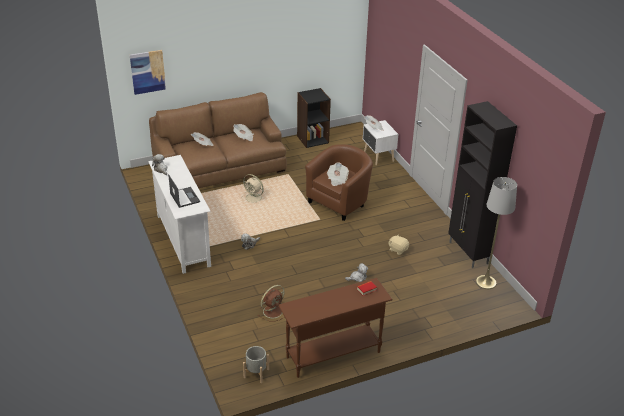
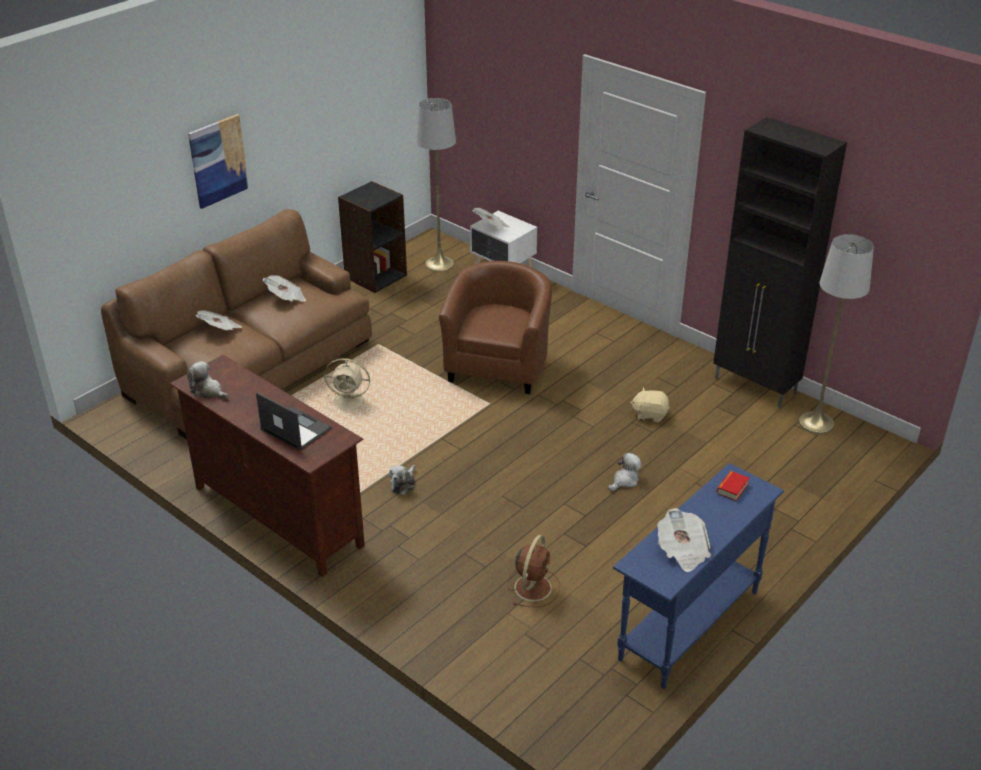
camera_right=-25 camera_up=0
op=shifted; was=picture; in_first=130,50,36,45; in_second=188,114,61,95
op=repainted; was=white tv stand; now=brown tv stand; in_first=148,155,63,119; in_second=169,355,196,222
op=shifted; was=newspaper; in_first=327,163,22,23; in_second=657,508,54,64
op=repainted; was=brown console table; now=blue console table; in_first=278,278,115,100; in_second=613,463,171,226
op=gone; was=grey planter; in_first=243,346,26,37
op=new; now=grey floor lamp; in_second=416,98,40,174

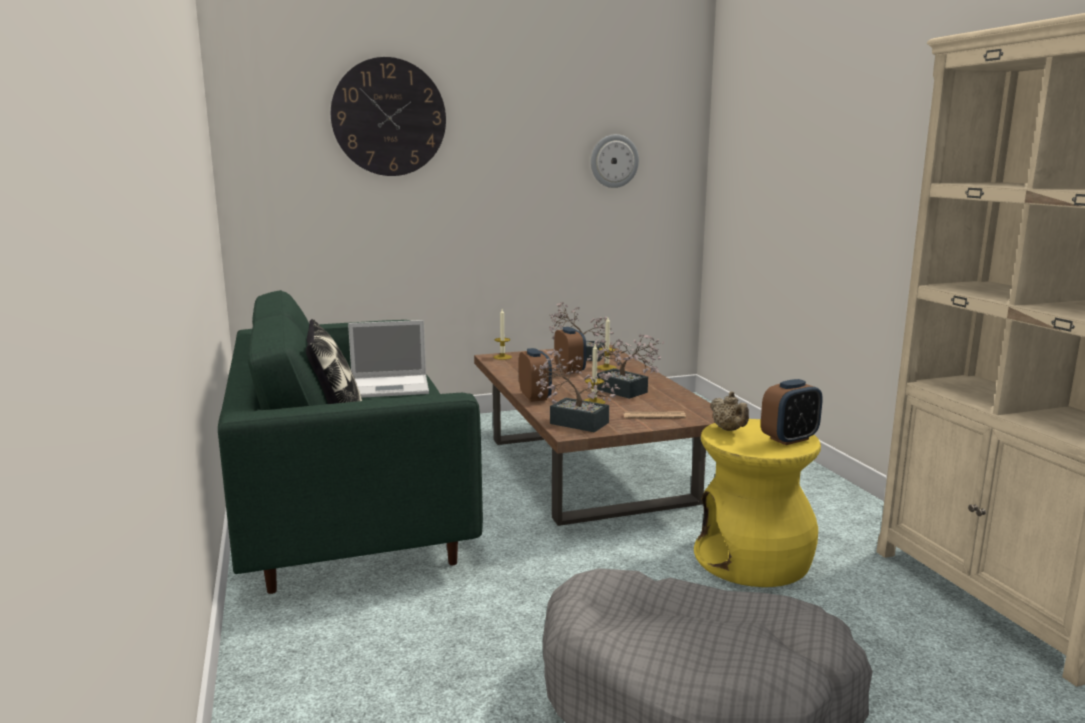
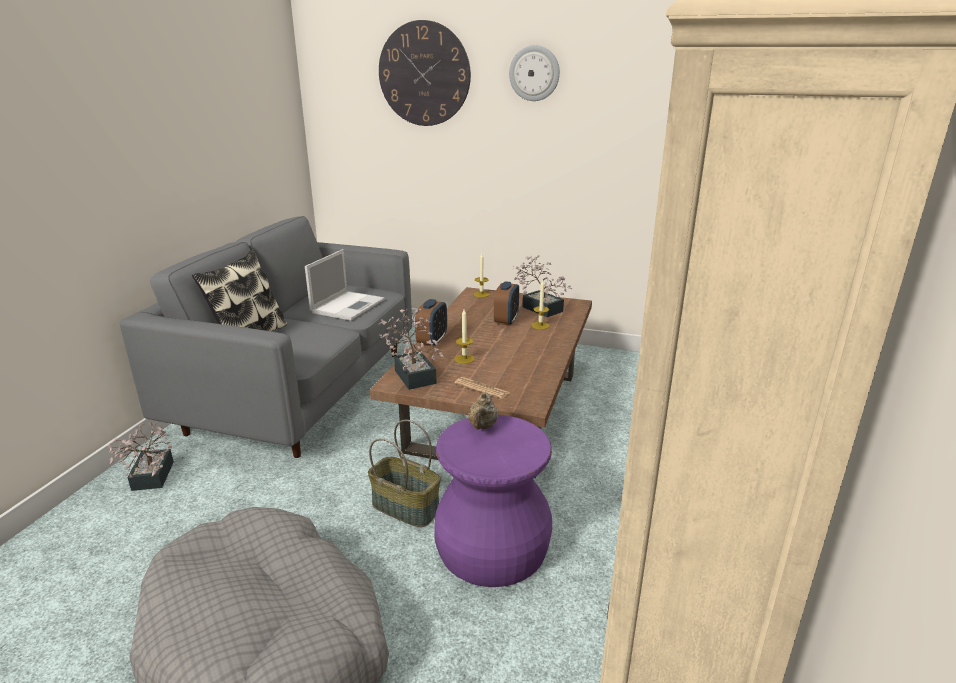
camera_right=35 camera_up=10
op=shifted; was=wall clock; in_first=591,134,48,54; in_second=509,45,51,56
op=repainted; was=green sofa; now=grey sofa; in_first=218,290,265,304; in_second=119,216,293,242
op=rotated; was=laptop; in_first=348,320,81,78; in_second=305,249,80,72; clockwise=-90
op=shifted; was=potted plant; in_first=587,334,77,65; in_second=107,421,67,70
op=gone; was=alarm clock; in_first=761,379,62,66
op=repainted; was=yellow stool; now=purple stool; in_first=694,419,127,168; in_second=434,415,118,172
op=new; now=basket; in_second=368,420,73,107

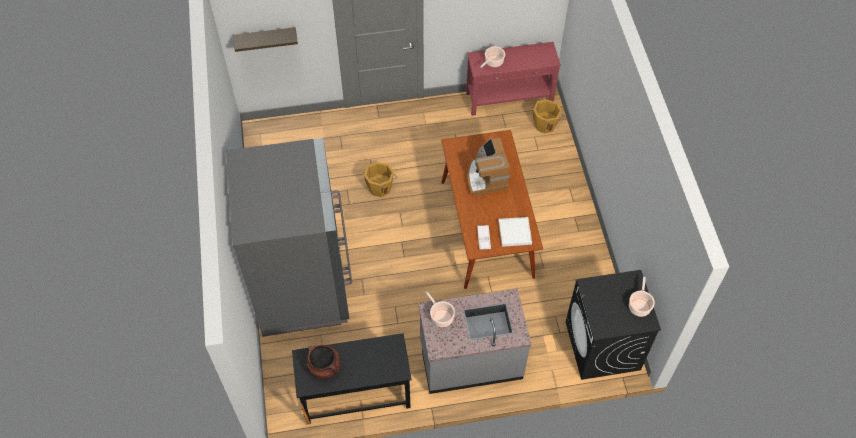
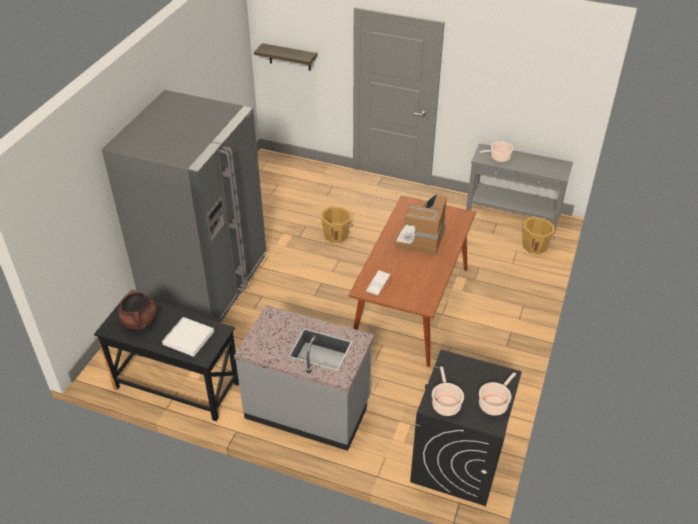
camera_right=30 camera_up=-15
op=repainted; was=red console table; now=grey console table; in_first=466,42,95,74; in_second=466,143,107,91
op=shifted; was=white tray; in_first=498,217,34,30; in_second=162,317,52,40
op=shifted; was=cooking pot; in_first=425,291,30,36; in_second=432,366,32,50

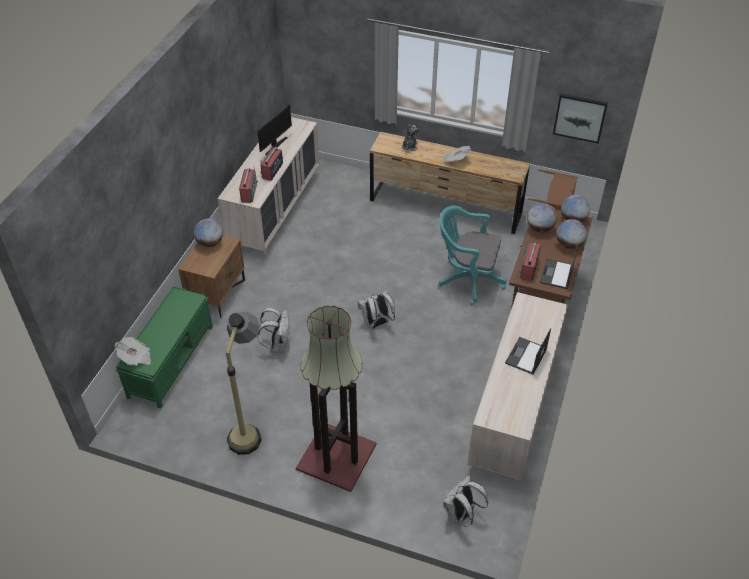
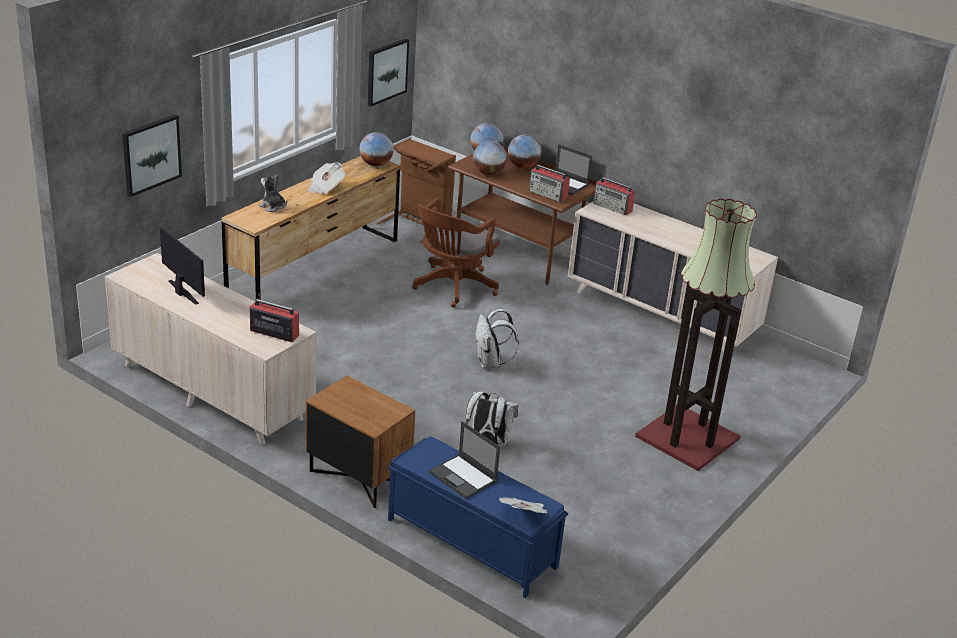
camera_right=-75 camera_up=-15
op=shifted; was=radio; in_first=260,147,23,34; in_second=593,177,42,38
op=repainted; was=turquoise office chair; now=brown office chair; in_first=438,206,68,99; in_second=412,198,87,110
op=shifted; was=globe; in_first=194,219,29,28; in_second=359,132,34,34
op=repainted; was=green bench; now=blue bench; in_first=116,286,97,123; in_second=388,436,180,162
op=gone; was=floor lamp; in_first=226,312,35,143
op=shifted; was=laptop; in_first=505,328,46,47; in_second=429,421,71,78
op=gone; was=white backpack; in_first=443,476,45,51
op=new; now=picture; in_second=122,115,60,82

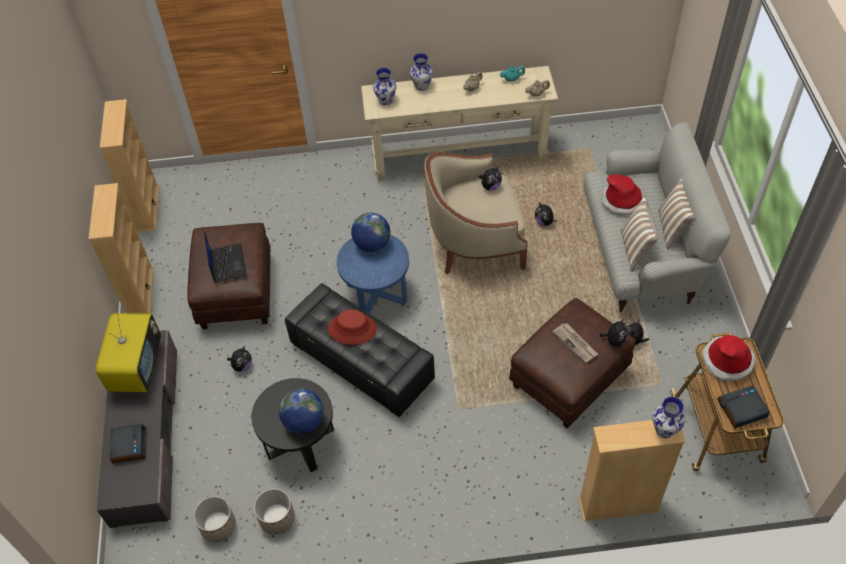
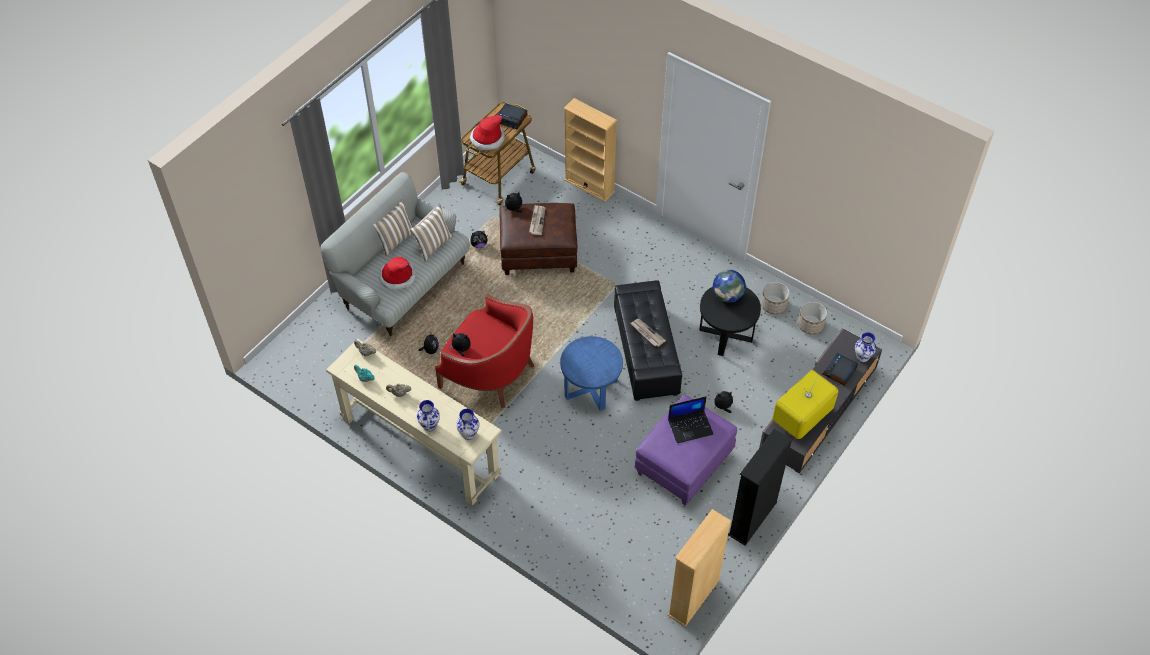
camera_right=-140 camera_up=0
op=repainted; was=beige armchair; now=red armchair; in_first=425,152,103,122; in_second=435,295,99,113
op=repainted; was=beige bookcase; now=black bookcase; in_first=89,183,64,131; in_second=728,429,64,117
op=gone; was=globe; in_first=351,213,39,39
op=repainted; was=brown ottoman; now=purple ottoman; in_first=187,223,84,107; in_second=634,395,103,111
op=rotated; was=laptop; in_first=204,231,43,52; in_second=668,396,46,47; clockwise=-135
op=swapped; was=red hat; now=newspaper; in_first=328,310,49,35; in_second=631,319,35,28
op=shifted; was=vase; in_first=652,397,33,41; in_second=855,332,21,30

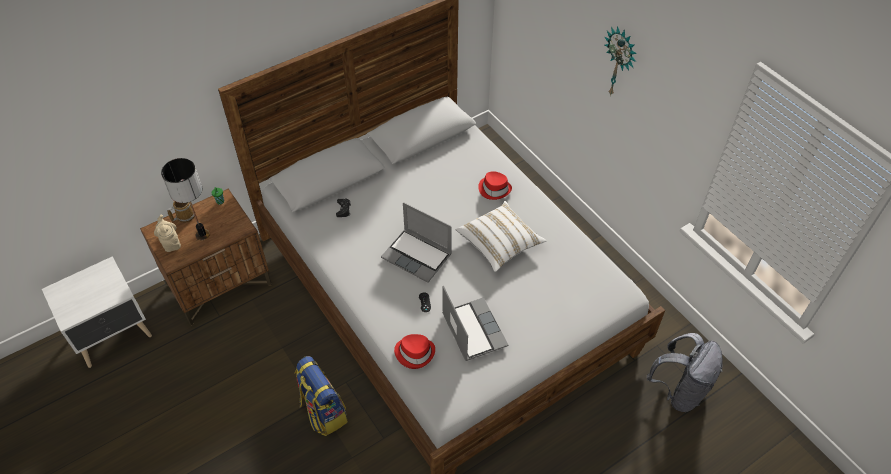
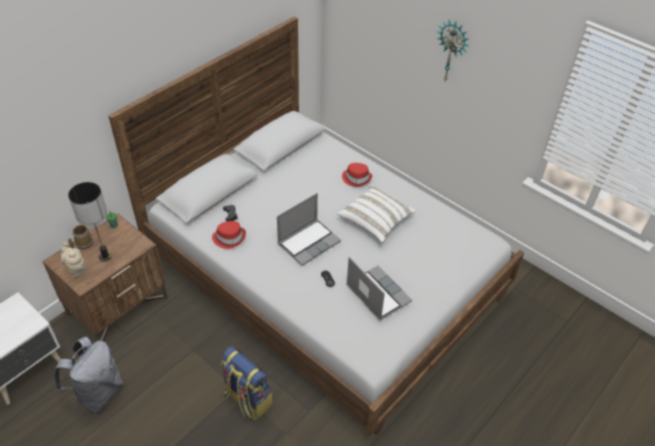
camera_right=-15 camera_up=-5
op=rotated; was=laptop; in_first=381,202,71,81; in_second=277,193,64,73; clockwise=-60
op=shifted; was=grey backpack; in_first=647,333,76,79; in_second=54,337,69,76
op=shifted; was=red hat; in_first=394,334,41,35; in_second=212,221,34,28

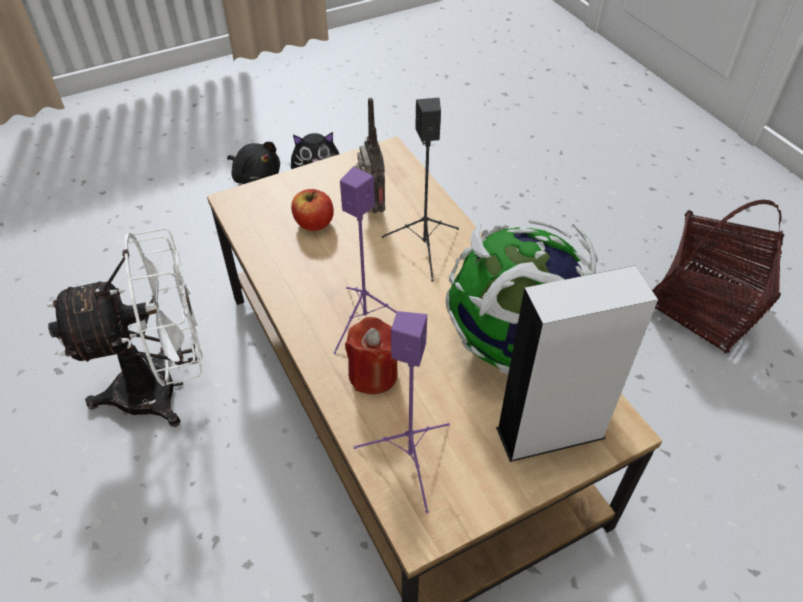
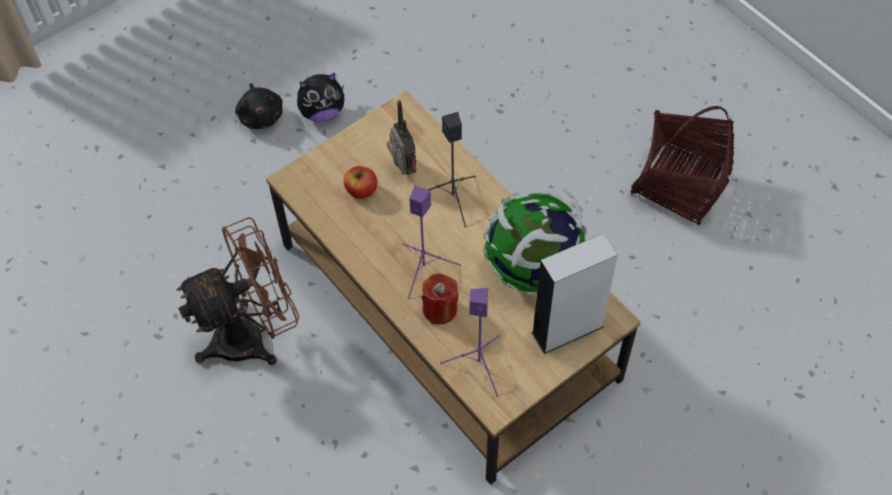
camera_right=-10 camera_up=10
op=rotated; was=black plush toy; in_first=227,142,53,42; in_second=235,83,48,46; clockwise=45
op=repainted; was=white fan; now=brown fan; in_first=46,228,157,199; in_second=177,217,122,148

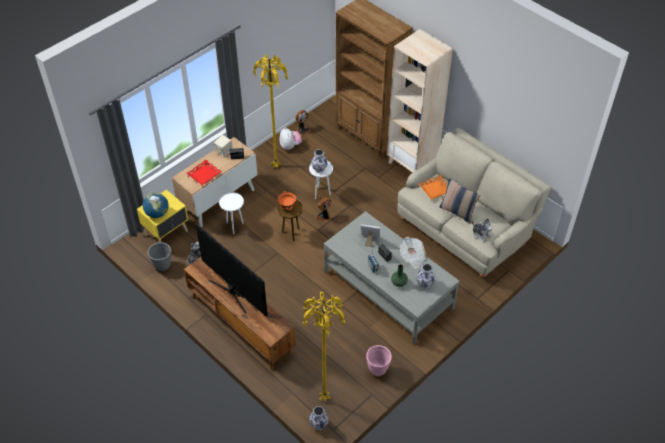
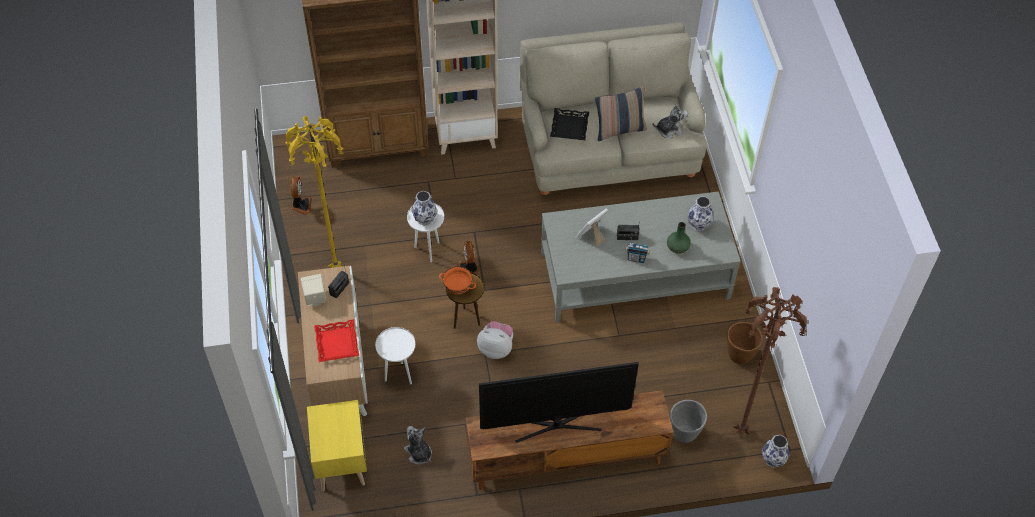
camera_right=-55 camera_up=5
op=shifted; was=plush toy; in_first=280,128,22,22; in_second=477,321,36,38
op=repainted; was=orange tray; now=black tray; in_first=419,175,29,25; in_second=550,108,39,32
op=gone; was=globe; in_first=143,193,26,25
op=gone; was=newspaper; in_first=400,237,27,32
op=shifted; was=grey planter; in_first=148,242,23,29; in_second=670,400,37,43
op=repainted; was=yellow floor lamp; now=brown floor lamp; in_first=303,292,42,110; in_second=733,287,74,151
op=repainted; was=pink planter; now=brown planter; in_first=366,345,26,31; in_second=727,322,36,42

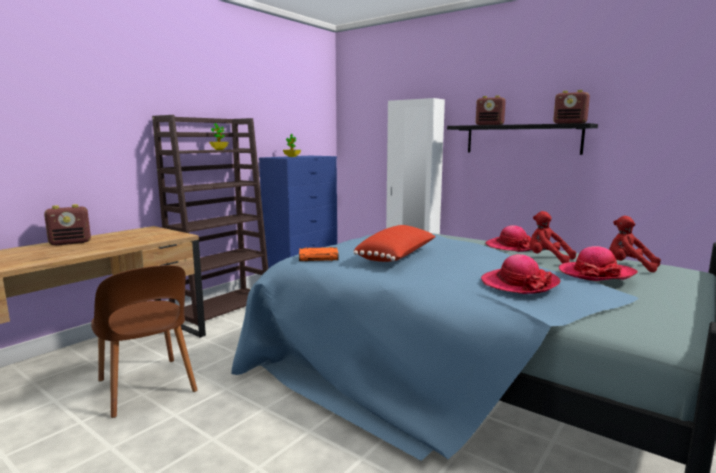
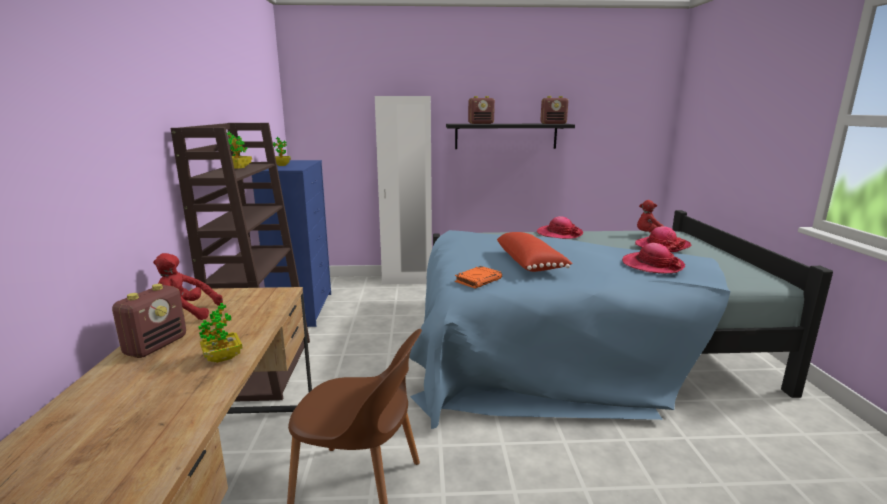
camera_right=-40 camera_up=5
op=shifted; was=red plush toy; in_first=529,211,47,53; in_second=153,253,70,67
op=new; now=potted plant; in_second=198,303,44,60

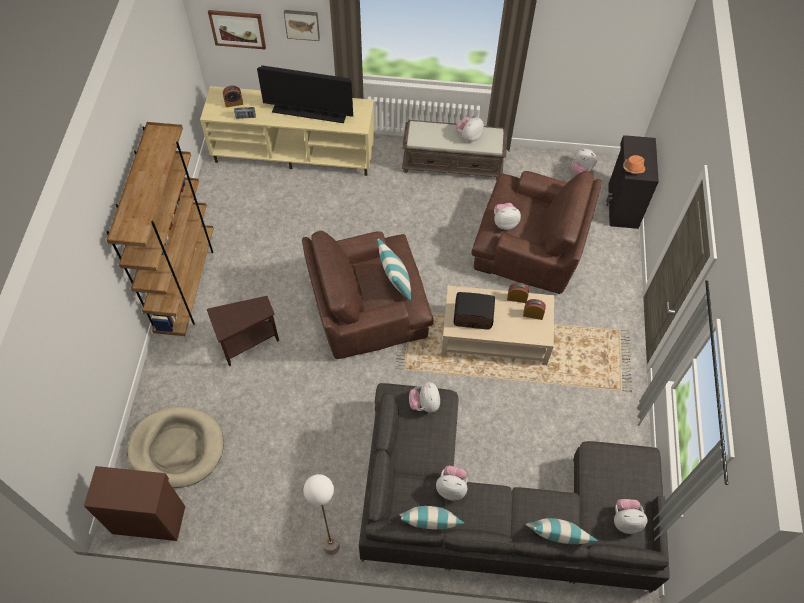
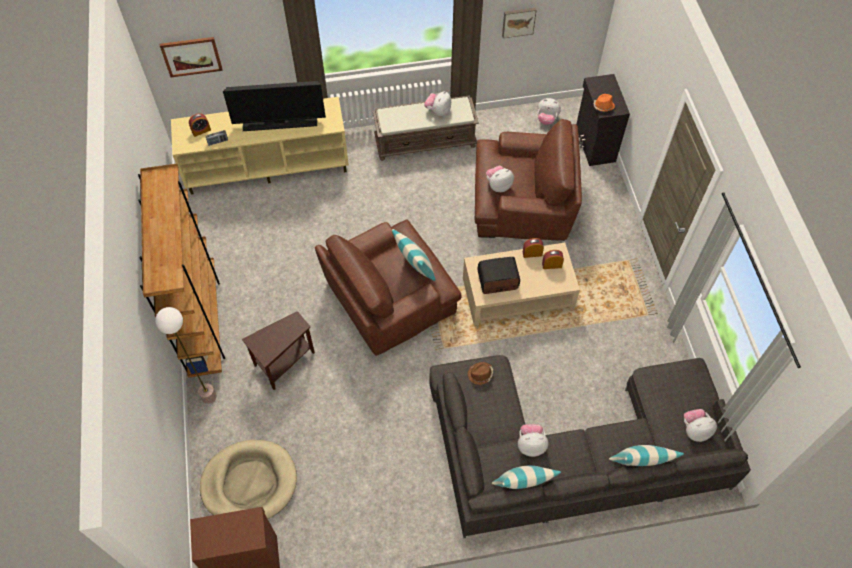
camera_right=-15 camera_up=0
op=shifted; was=picture; in_first=284,10,36,31; in_second=502,8,35,30
op=swapped; was=plush toy; now=brown hat; in_first=409,382,31,30; in_second=468,362,25,23
op=shifted; was=floor lamp; in_first=303,474,37,81; in_second=155,307,62,97

